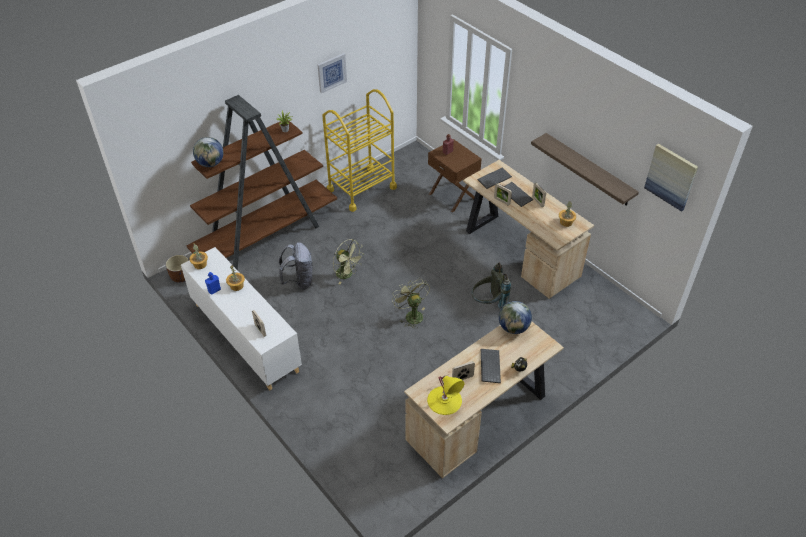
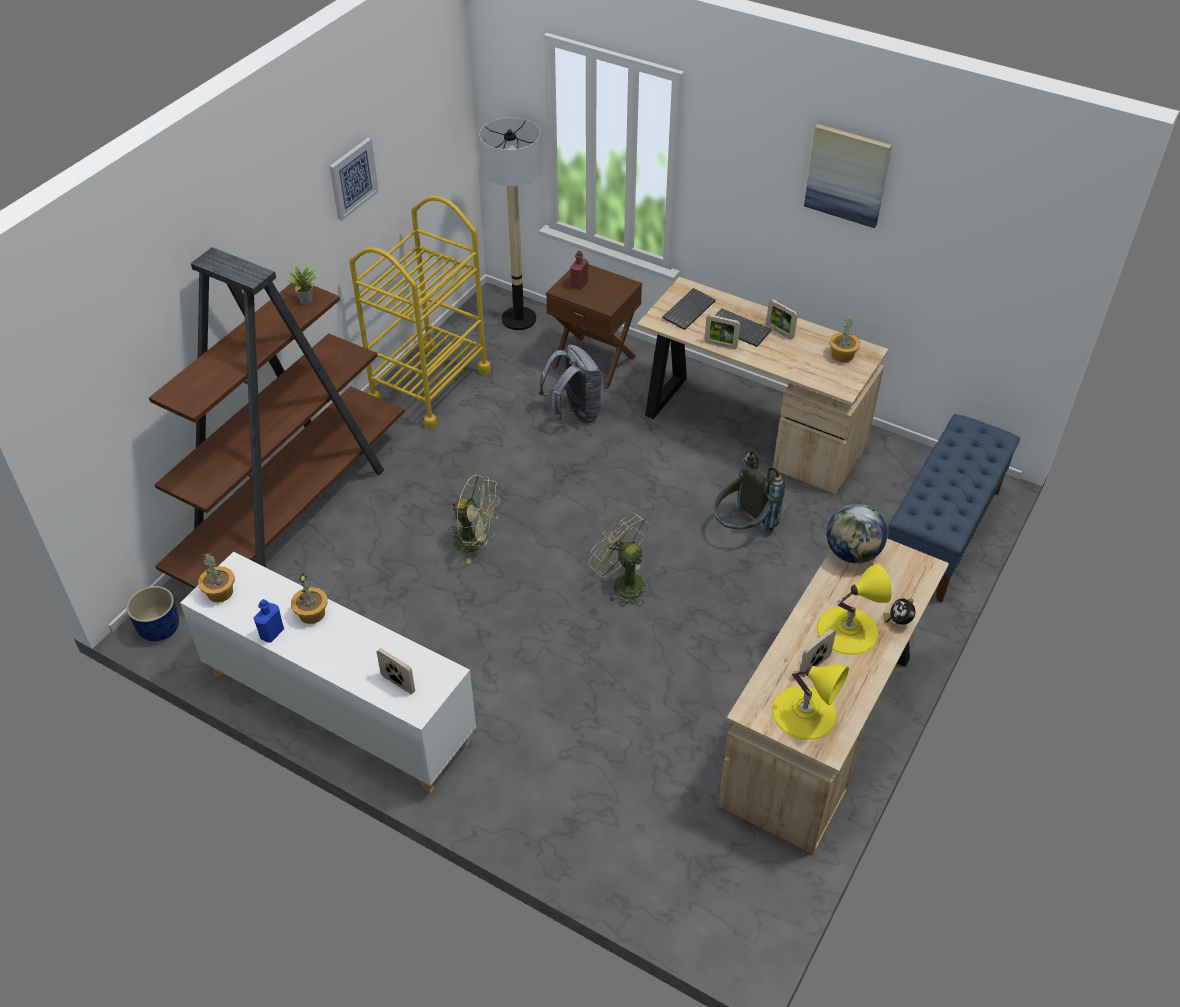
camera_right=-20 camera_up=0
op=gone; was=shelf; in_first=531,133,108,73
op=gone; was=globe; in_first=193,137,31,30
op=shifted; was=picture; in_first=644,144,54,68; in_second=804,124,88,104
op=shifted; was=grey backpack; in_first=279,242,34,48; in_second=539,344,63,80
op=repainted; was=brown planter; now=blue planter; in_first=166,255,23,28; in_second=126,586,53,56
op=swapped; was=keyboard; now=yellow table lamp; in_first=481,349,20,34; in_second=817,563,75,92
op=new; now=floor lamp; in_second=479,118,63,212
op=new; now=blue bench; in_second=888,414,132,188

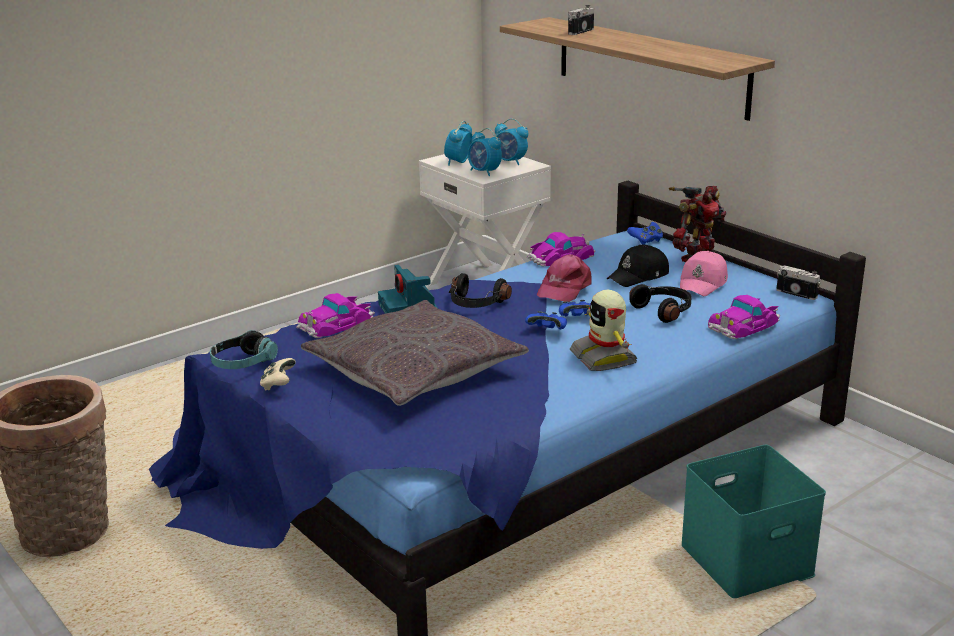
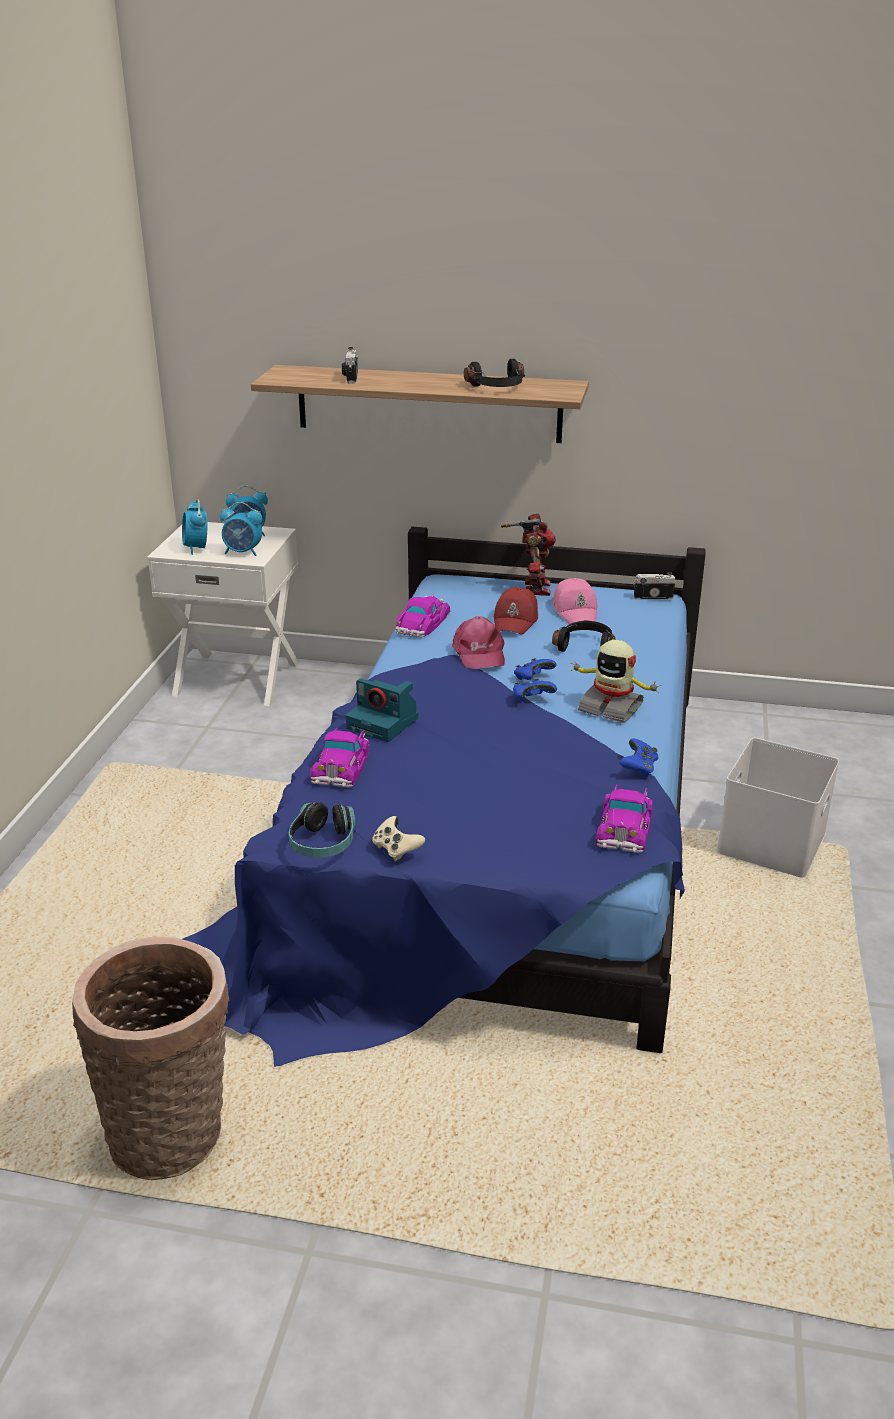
camera_right=-40 camera_up=5
op=shifted; was=blue game controller; in_first=627,222,36,23; in_second=620,738,38,39
op=repainted; was=black cap; now=red cap; in_first=607,245,62,42; in_second=494,587,44,48
op=shifted; was=black headphones; in_first=449,273,63,35; in_second=464,359,61,28
op=shifted; was=toy car; in_first=708,295,72,44; in_second=596,784,57,69
op=gone; was=grey pillow; in_first=301,300,228,106
op=repainted; was=turquoise storage box; now=white storage box; in_first=682,445,144,153; in_second=717,738,122,140

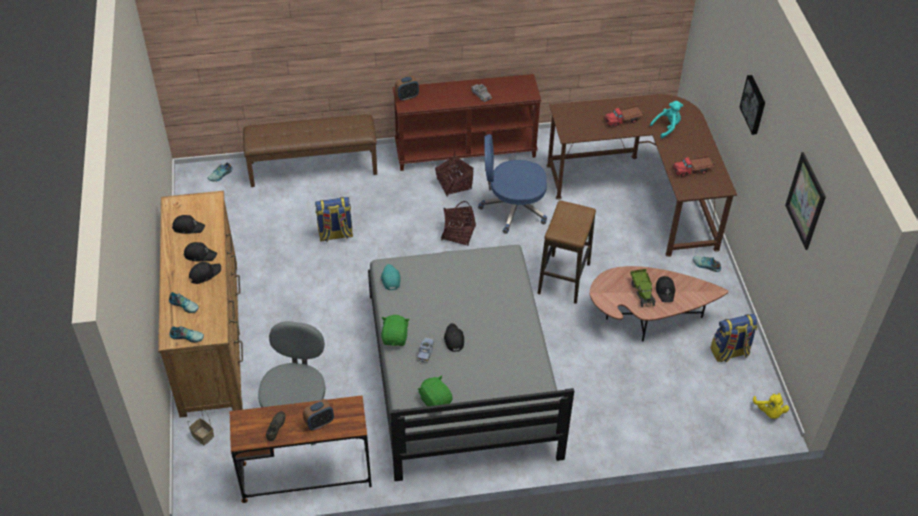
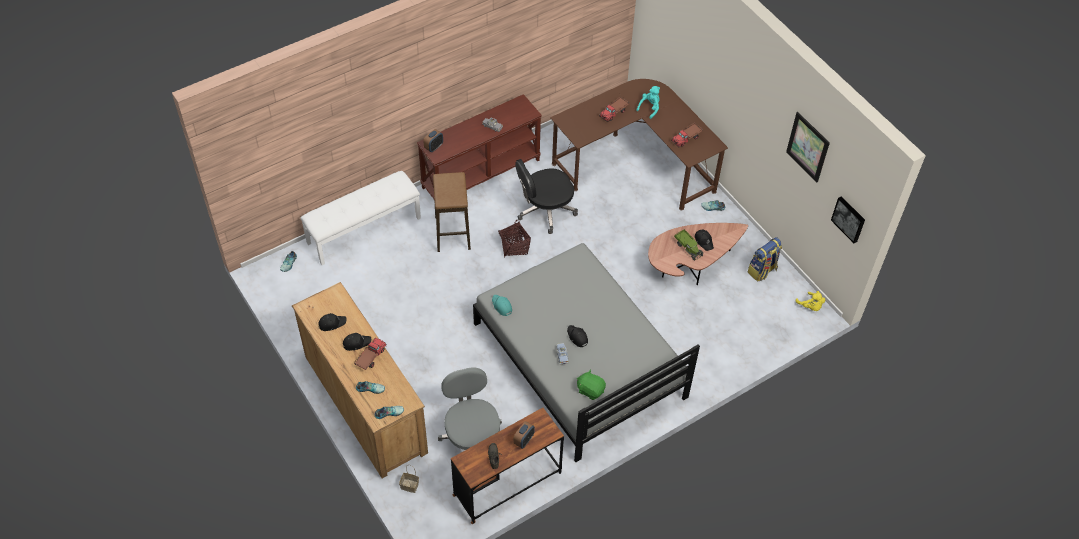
camera_right=-25 camera_up=5
op=shifted; was=picture; in_first=739,75,26,60; in_second=831,196,34,47
op=repainted; was=brown bench; now=white bench; in_first=243,115,134,72; in_second=300,171,121,94
op=repainted; was=blue office chair; now=black office chair; in_first=478,134,69,100; in_second=515,159,63,75
op=gone; was=basket; in_first=435,151,38,45
op=gone; was=backpack; in_first=315,197,38,45
op=shifted; was=stool; in_first=537,200,59,104; in_second=433,172,38,80
op=swapped; was=black cap; now=toy truck; in_first=189,262,32,22; in_second=354,338,33,32
op=gone; was=green plush toy; in_first=381,315,29,31

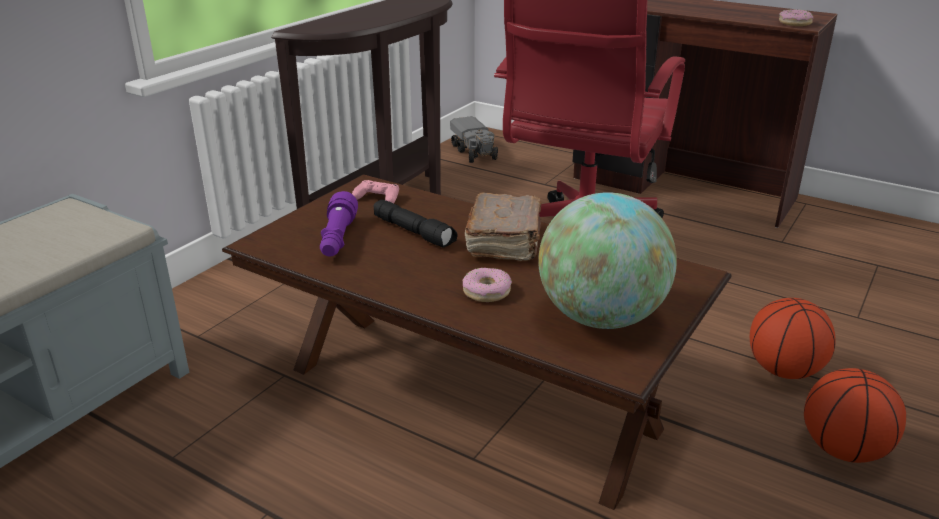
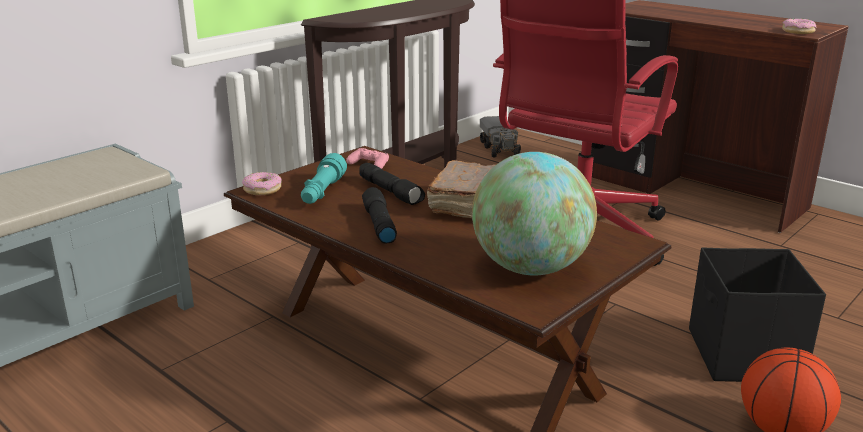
camera_right=10 camera_up=-5
op=repainted; was=purple flashlight; now=turquoise flashlight; in_first=320,191,38,66; in_second=301,153,46,51
op=shifted; was=donut; in_first=463,268,49,34; in_second=242,172,40,23
op=swapped; was=basketball; now=black storage box; in_first=750,298,86,81; in_second=689,247,137,135
op=new; now=black flashlight; in_second=362,187,35,56

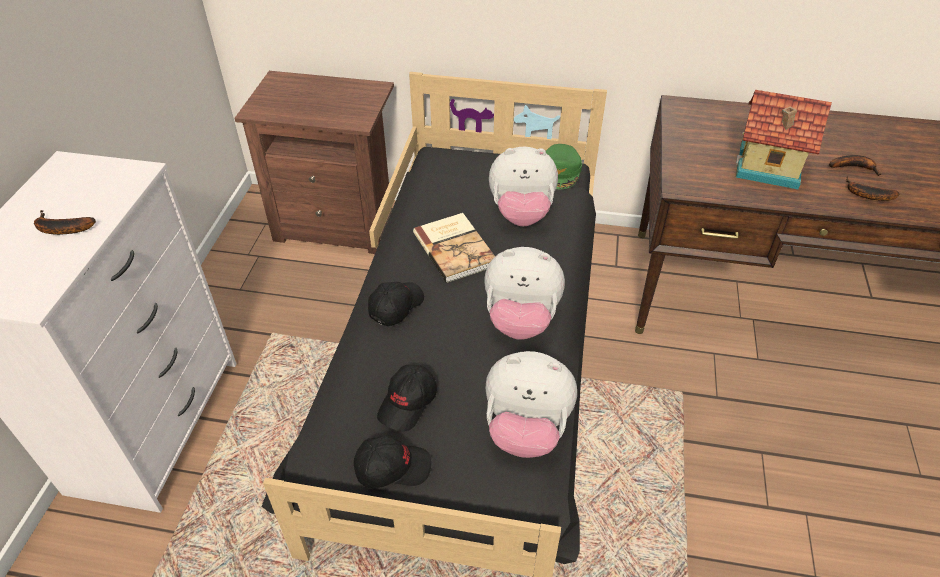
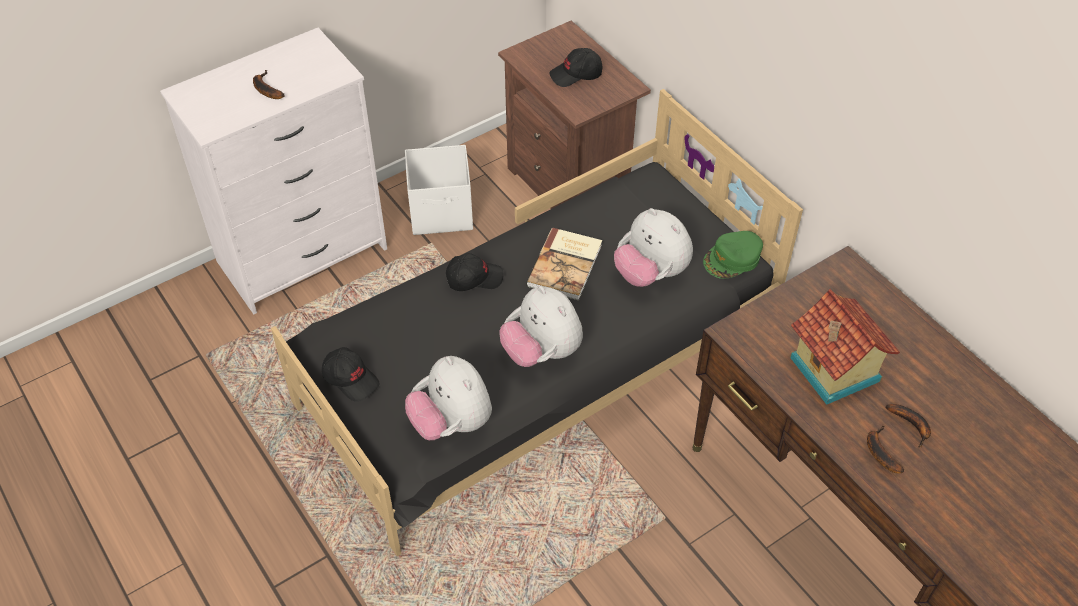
camera_right=45 camera_up=5
op=shifted; was=black cap; in_first=377,365,60,67; in_second=550,48,52,39
op=new; now=white storage box; in_second=405,145,68,90

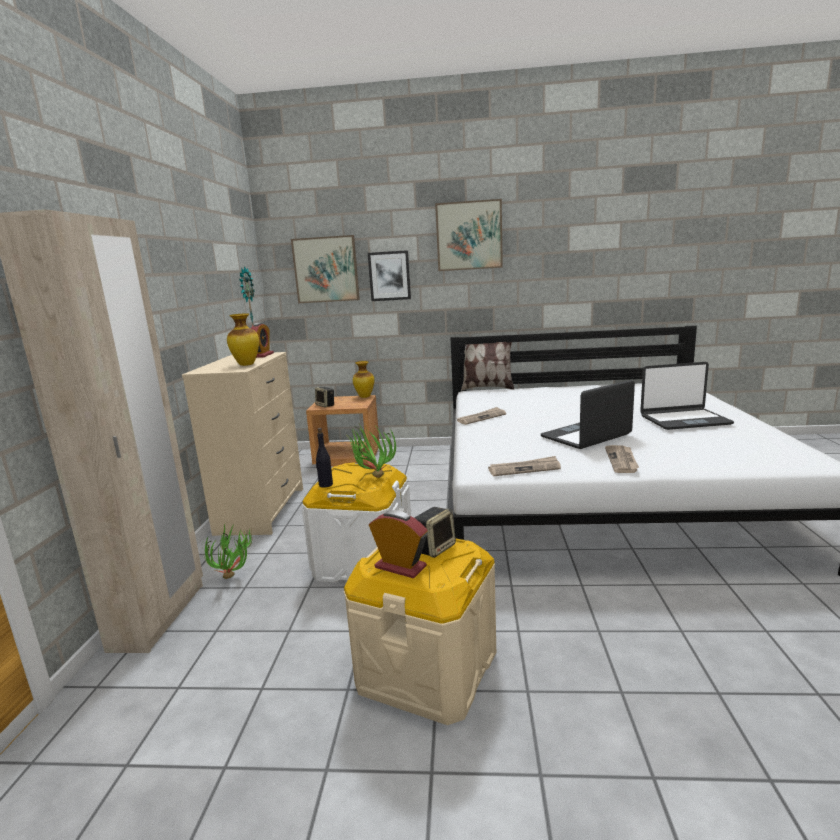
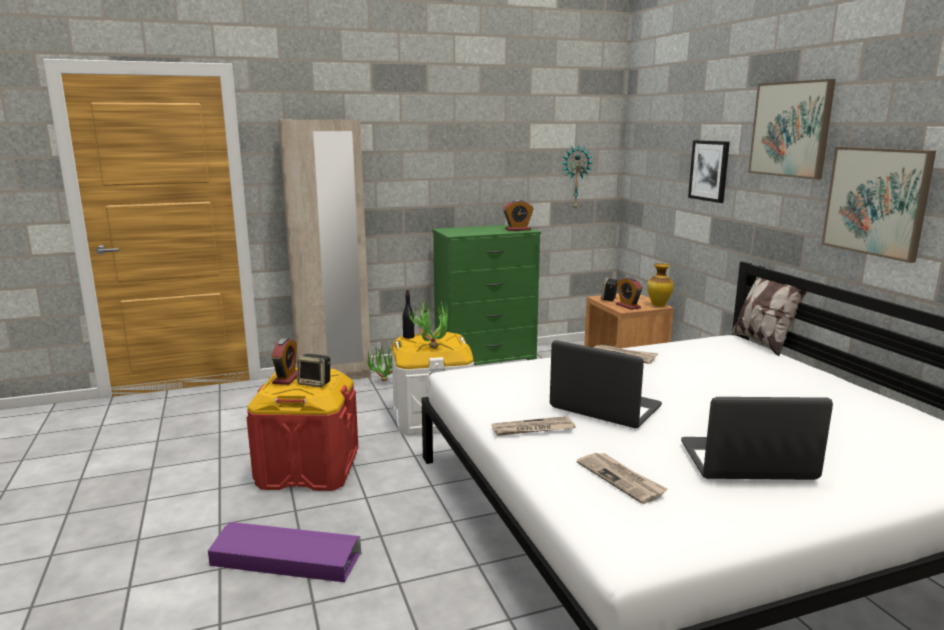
camera_right=65 camera_up=0
op=shifted; was=picture; in_first=291,235,69,68; in_second=821,147,115,116
op=gone; was=vase; in_first=227,313,32,53
op=repainted; was=beige dresser; now=green dresser; in_first=182,352,121,184; in_second=432,225,109,140
op=rotated; was=laptop; in_first=640,362,94,68; in_second=681,397,152,83; clockwise=120
op=shifted; was=newspaper; in_first=488,456,73,20; in_second=577,453,91,51
op=repainted; was=beige storage box; now=red storage box; in_first=344,539,152,186; in_second=246,368,112,123
op=new; now=alarm clock; in_second=616,277,27,33
op=new; now=purple storage box; in_second=208,522,153,60

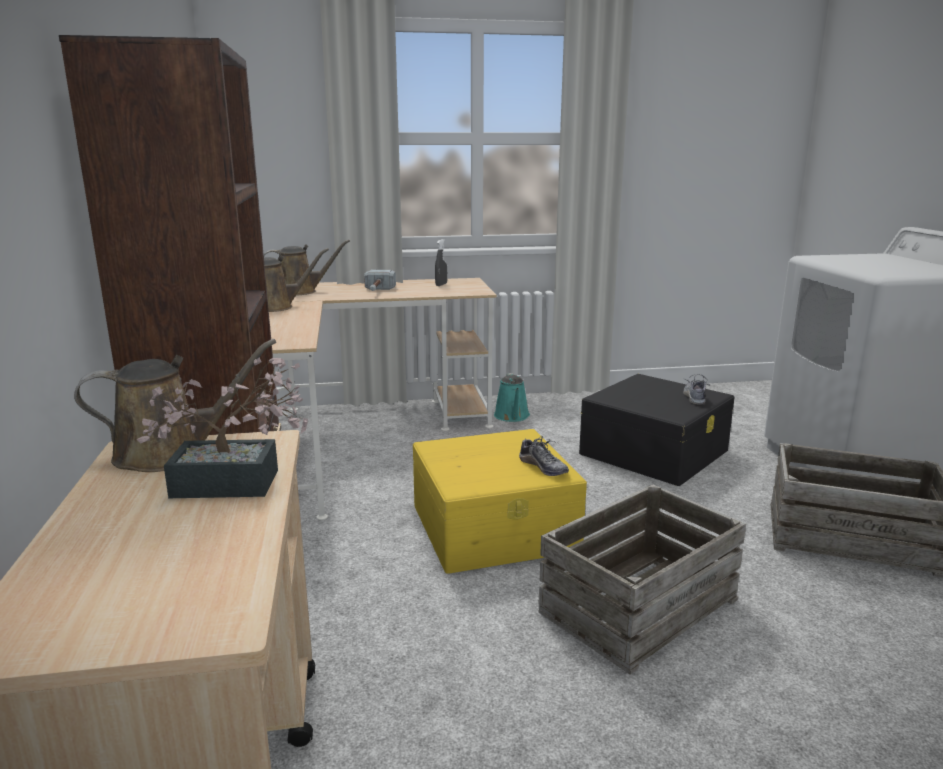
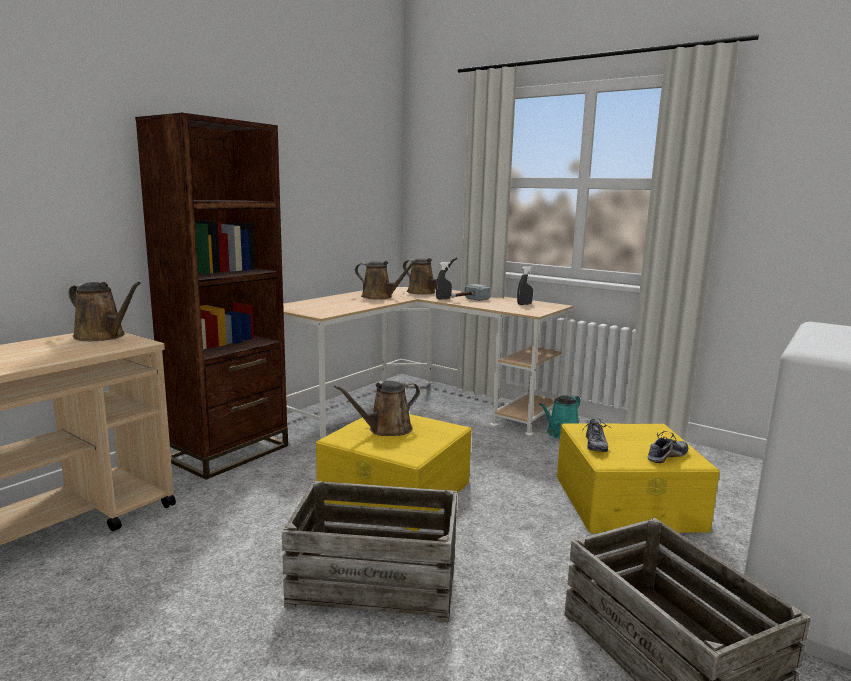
camera_right=45 camera_up=-5
op=gone; was=potted plant; in_first=137,358,171,140
op=repainted; was=black storage box; now=yellow storage box; in_first=579,374,155,112; in_second=557,423,163,110
op=shifted; was=shoe; in_first=519,436,50,40; in_second=582,418,30,34
op=new; now=grey spray bottle; in_second=436,262,16,37
op=new; now=brown watering can; in_second=334,381,86,55

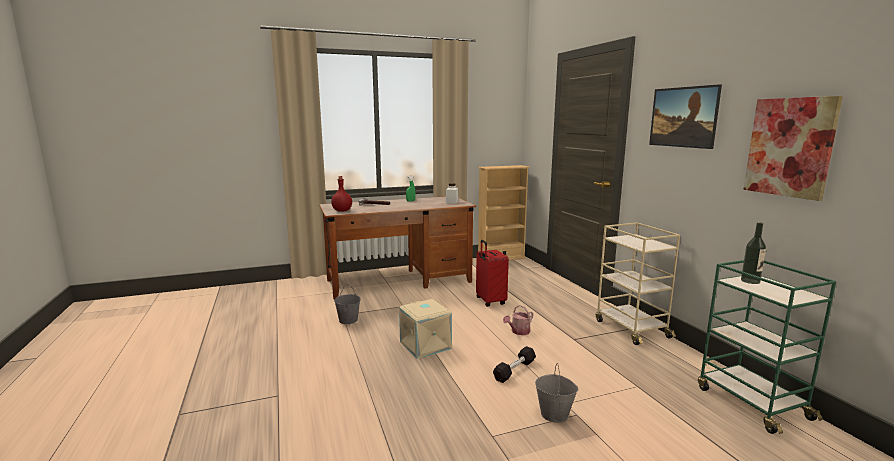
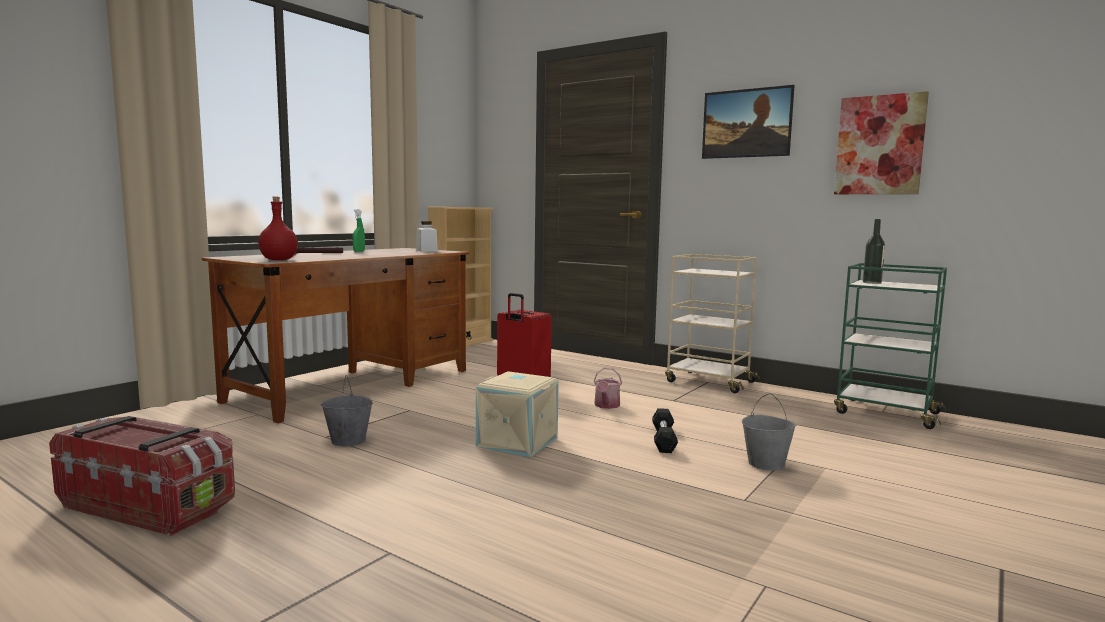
camera_right=-35 camera_up=-5
op=new; now=storage box; in_second=49,416,186,120

